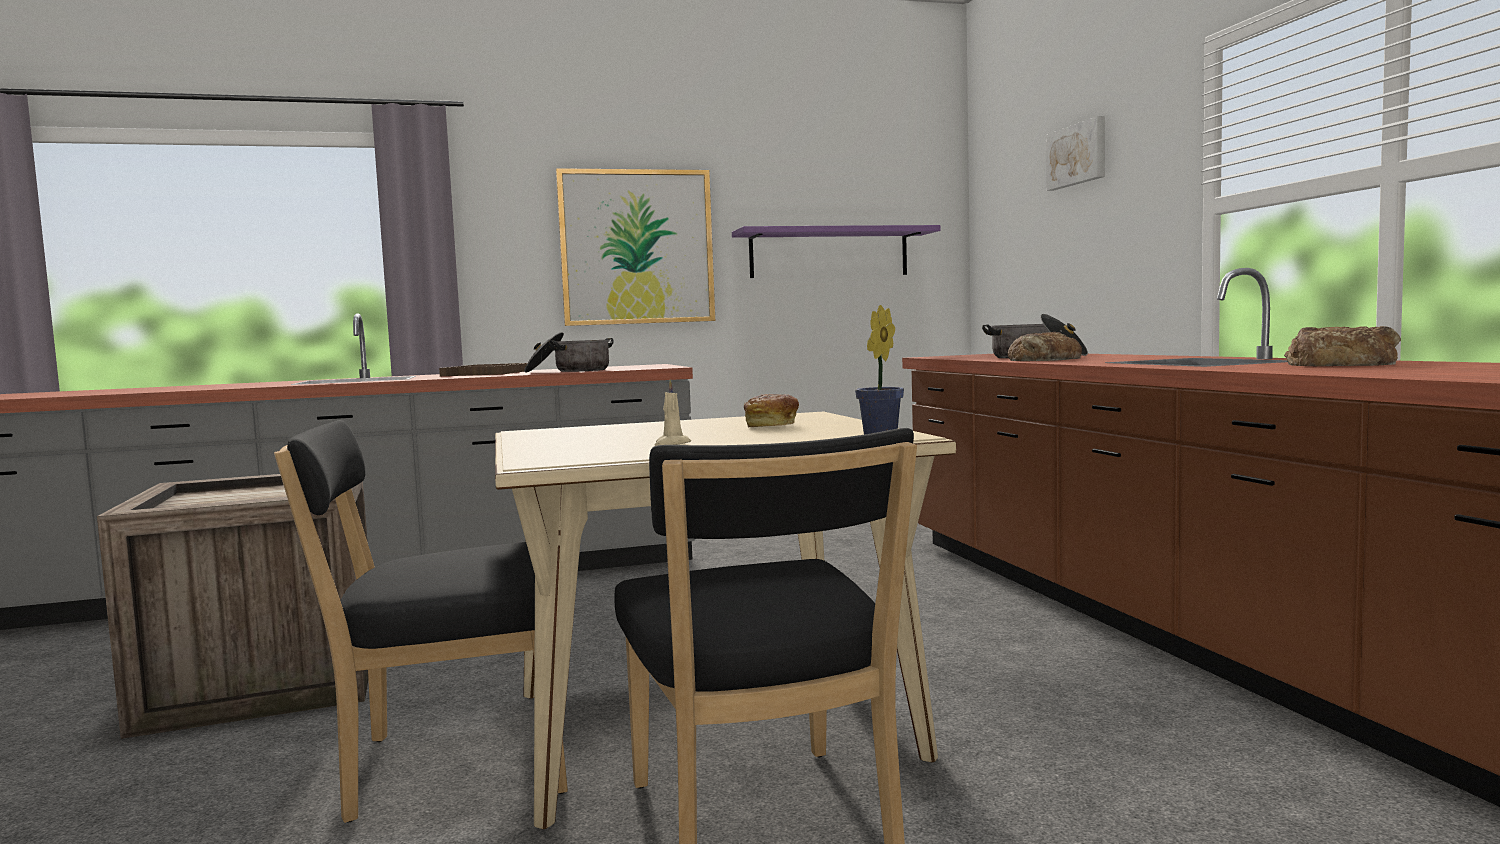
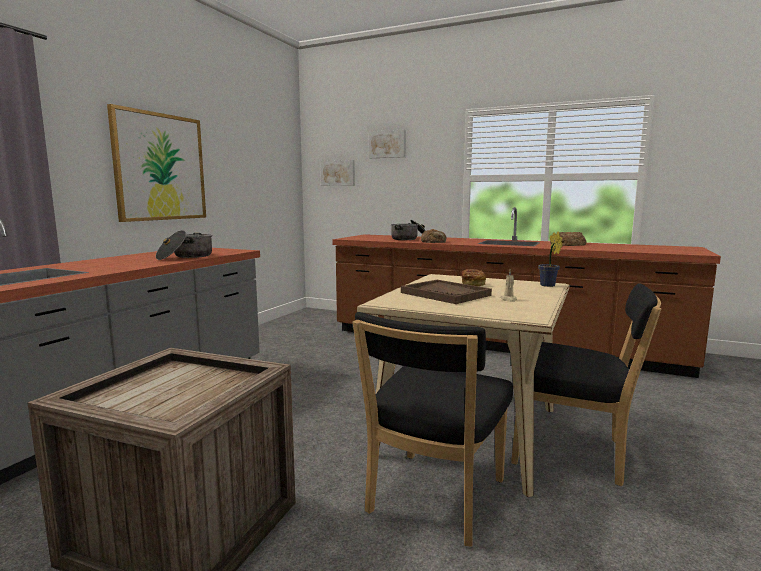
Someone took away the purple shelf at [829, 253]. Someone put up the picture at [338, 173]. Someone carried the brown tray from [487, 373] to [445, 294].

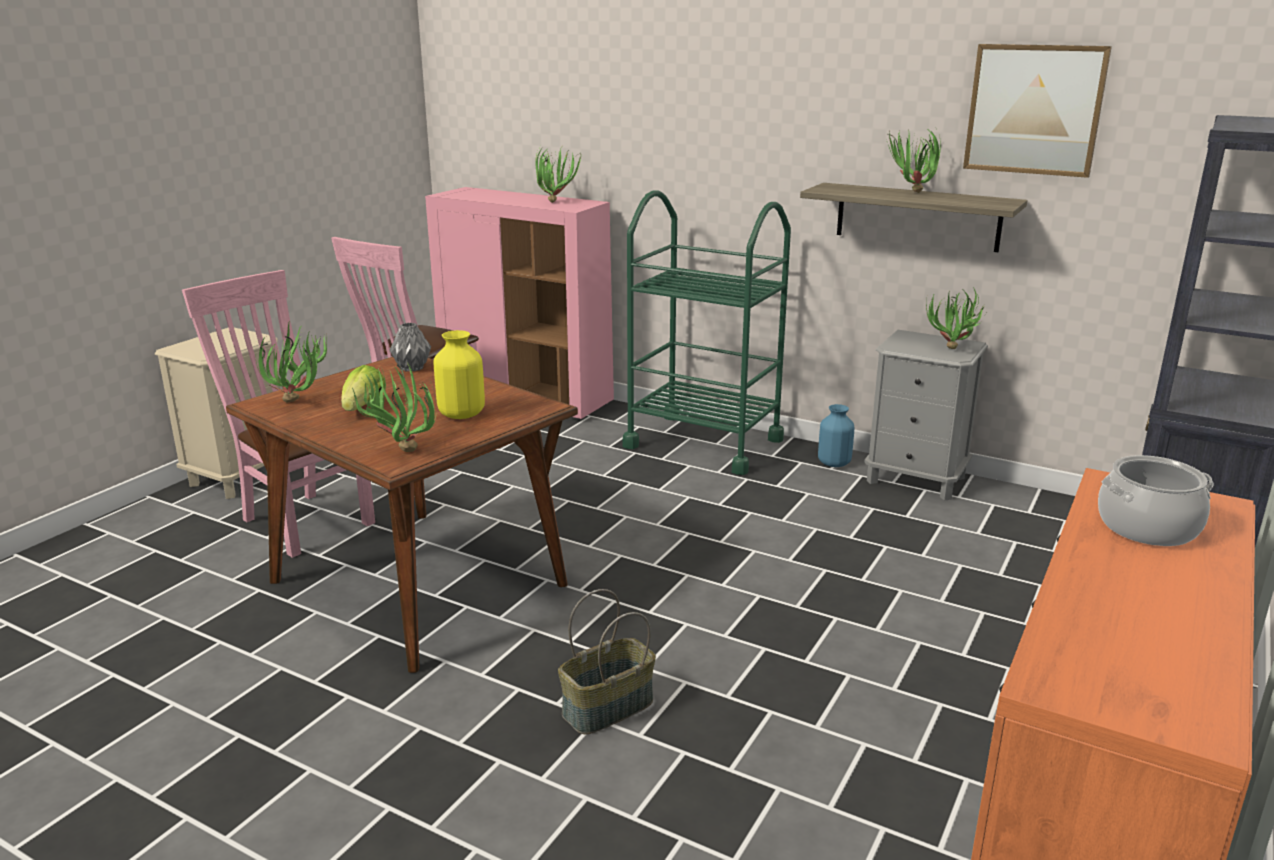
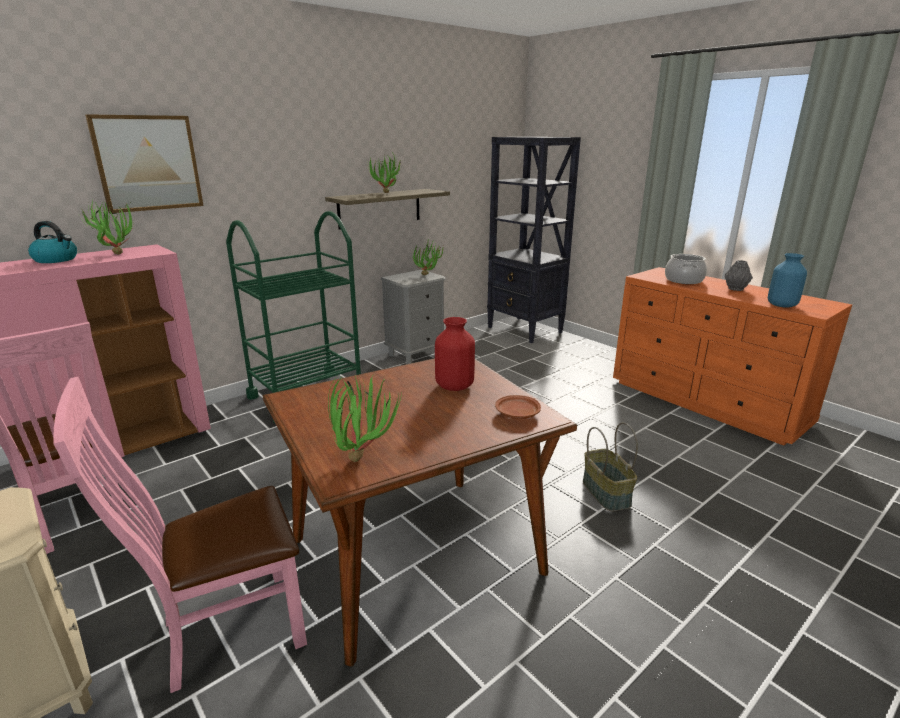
Someone took away the lettuce at [363, 407]. Someone put down the kettle at [56, 259]. Someone carried the grey vase from [412, 369] to [736, 289]. Someone carried the blue vase from [834, 463] to [781, 305]. Someone carried the picture from [1034, 109] to [148, 163]. Someone swapped the potted plant at [400, 450] for the brown plate at [517, 414]. Someone repainted the yellow vase at [462, 414], which became the red vase at [455, 386].

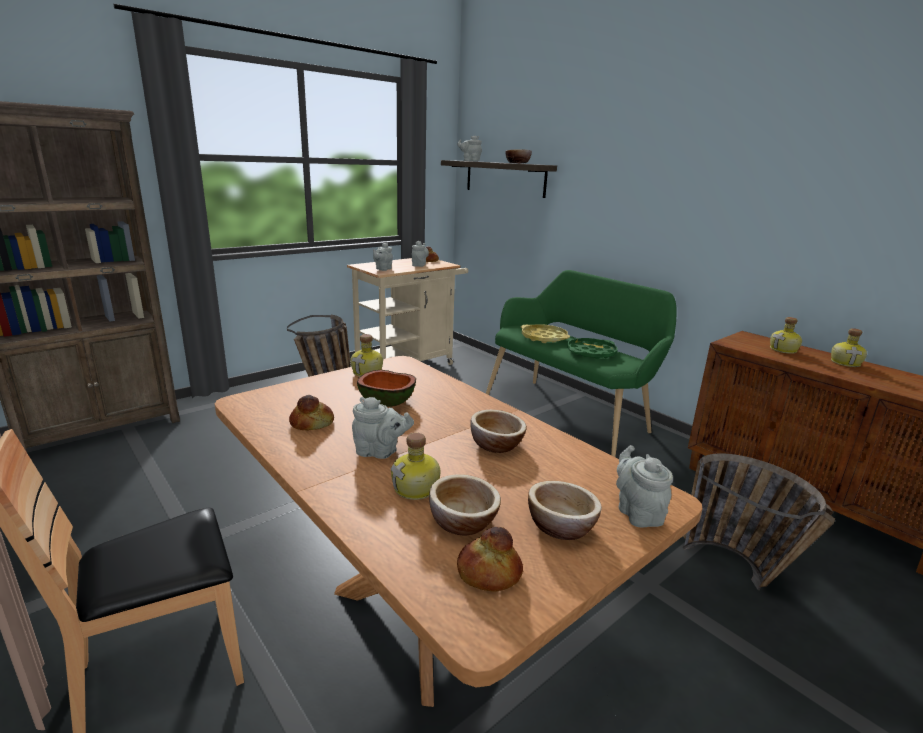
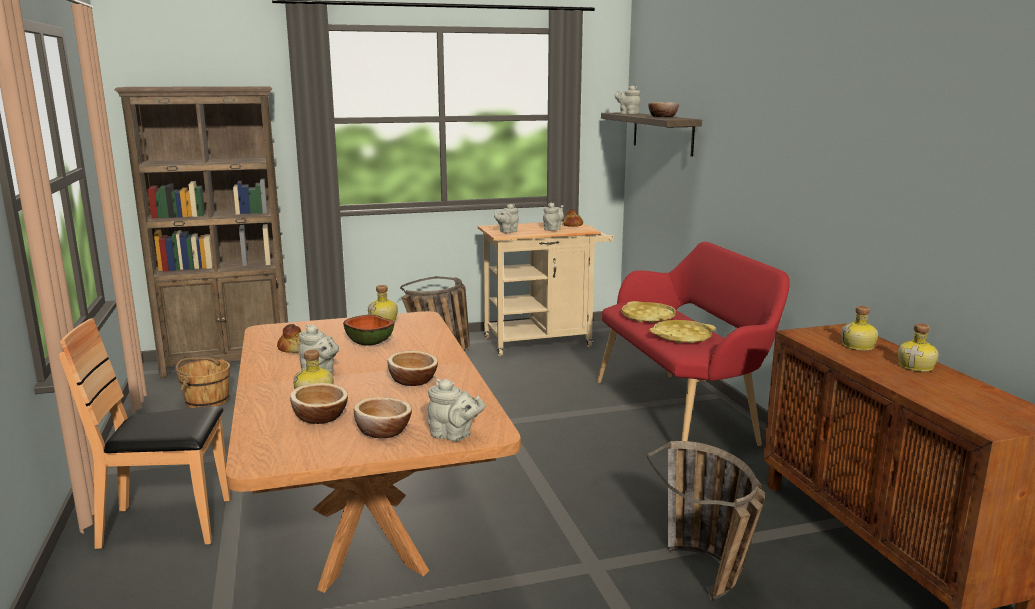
Someone took away the bread at [488, 573]. Someone put down the brown bucket at [206, 401]. Someone repainted the green bench at [570, 413], which became the red bench at [681, 412]. Someone repainted the green tray at [591, 352], which became the yellow tray at [682, 337]. Someone rotated the grey teapot at [637, 512] by 105 degrees clockwise.

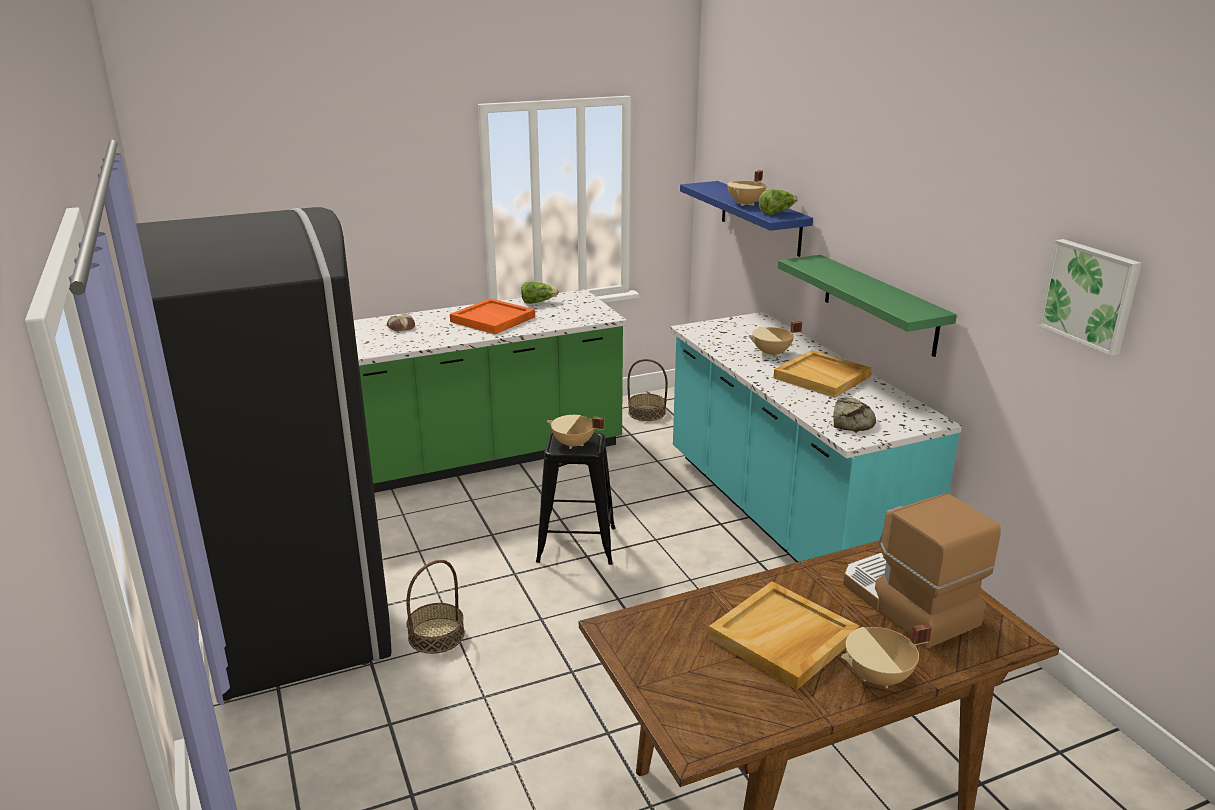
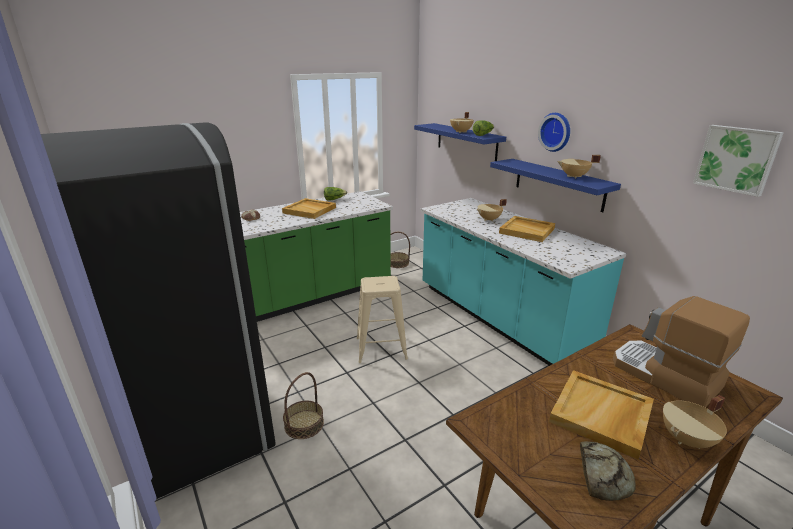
Someone put up the wall clock at [556, 132]. Someone carried the beige cooking pot from [573, 444] to [574, 176]. Someone carried the bread from [852, 421] to [602, 474]. Someone repainted the orange tray at [493, 319], which became the beige tray at [310, 210]. Someone repainted the black stool at [576, 544], which became the beige stool at [381, 348]. Someone repainted the green shelf at [879, 304], which became the blue shelf at [558, 184].

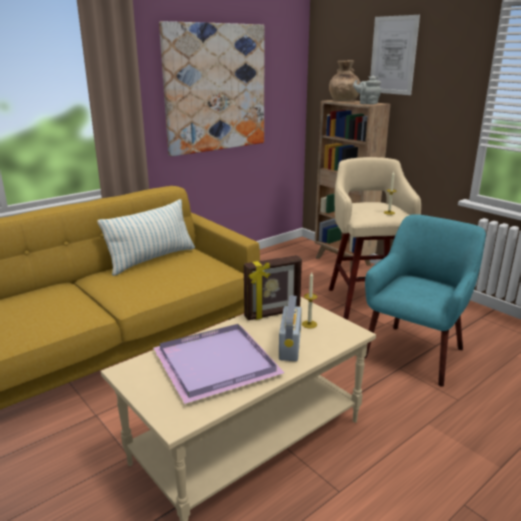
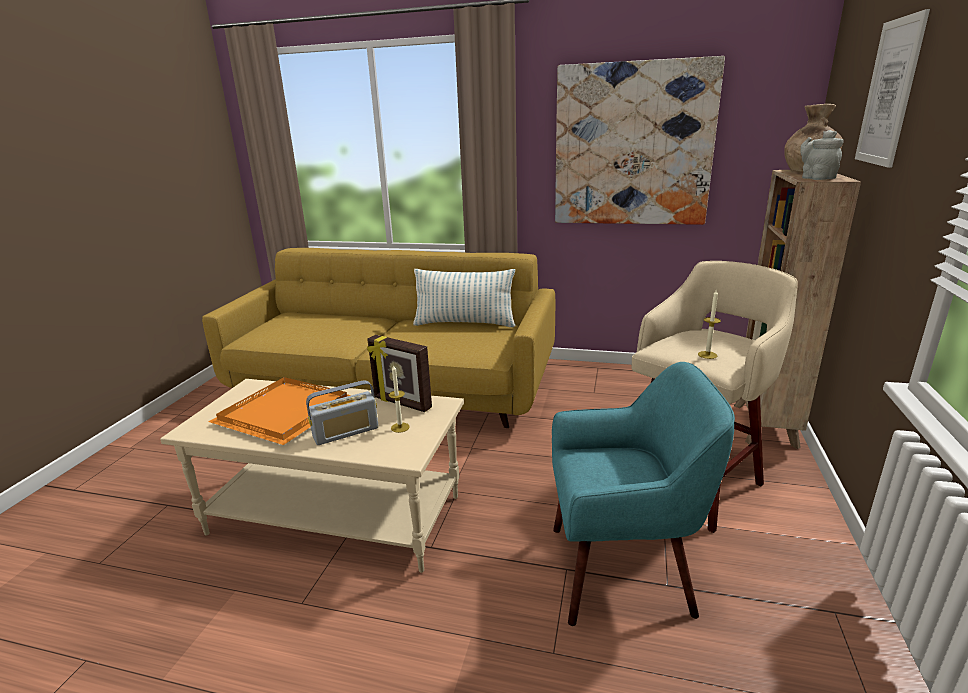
Someone repainted the purple tray at [213, 363], which became the orange tray at [285, 411].

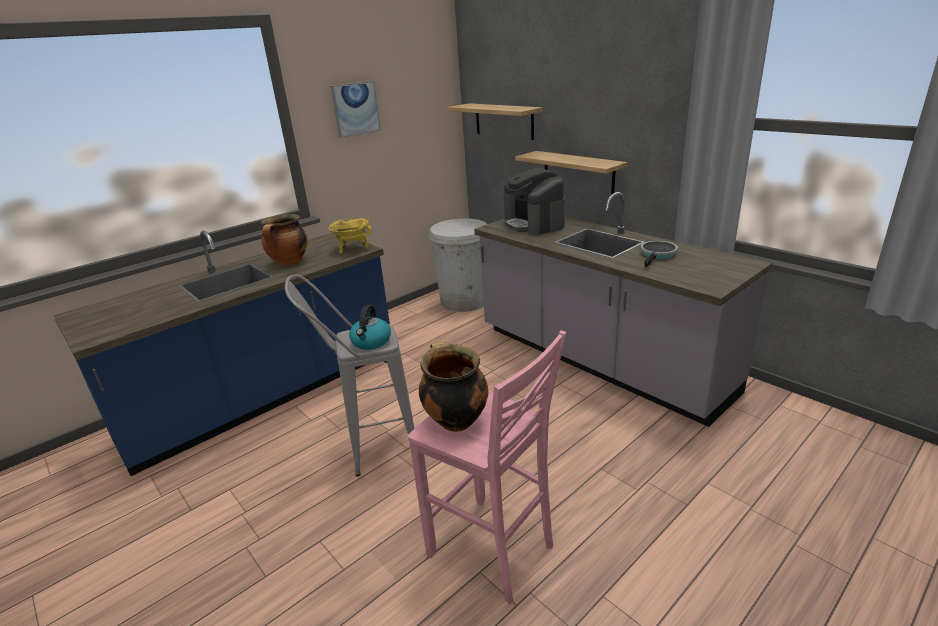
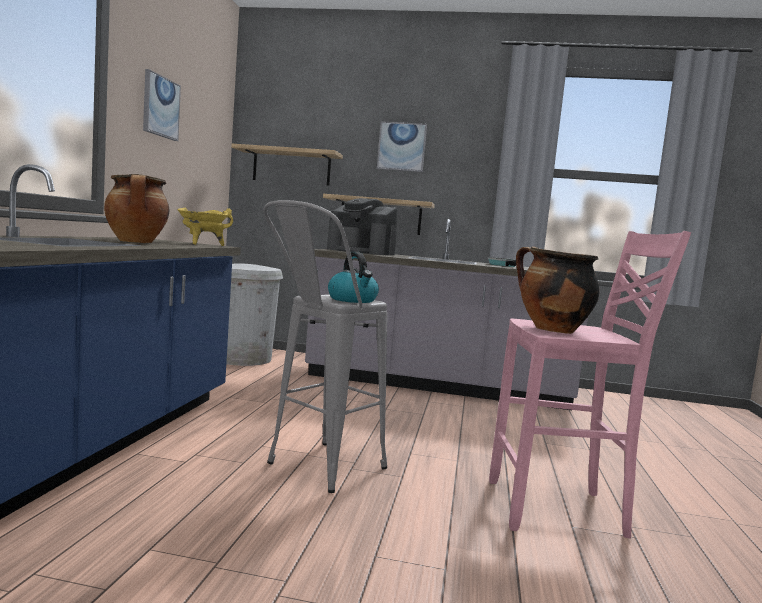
Someone put up the picture at [401, 147].

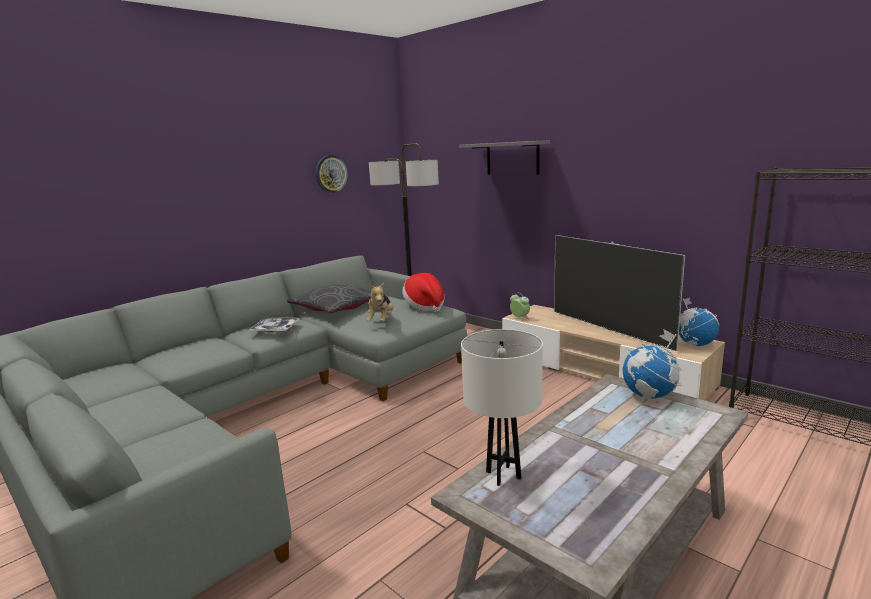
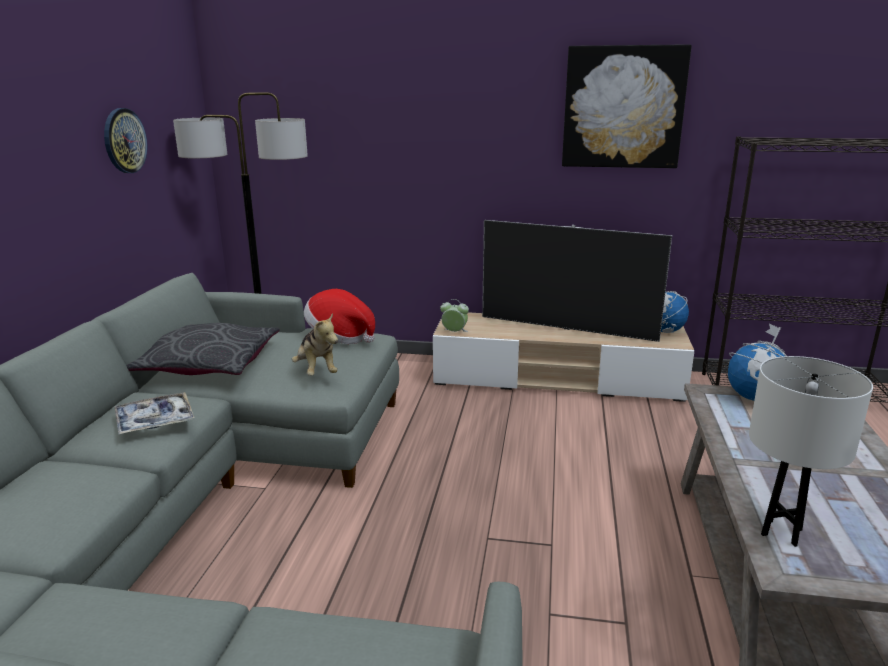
Someone took away the grey shelf at [512, 158]. Someone put up the picture at [623, 107].

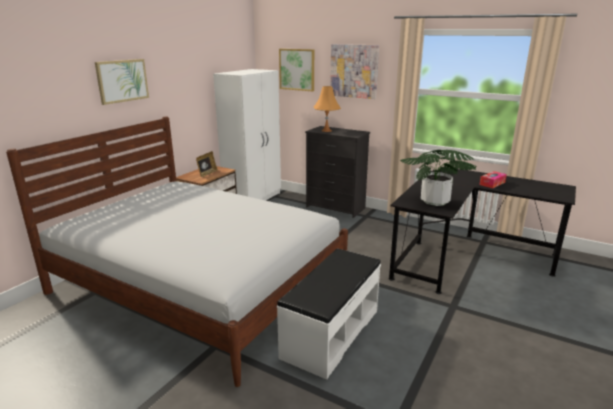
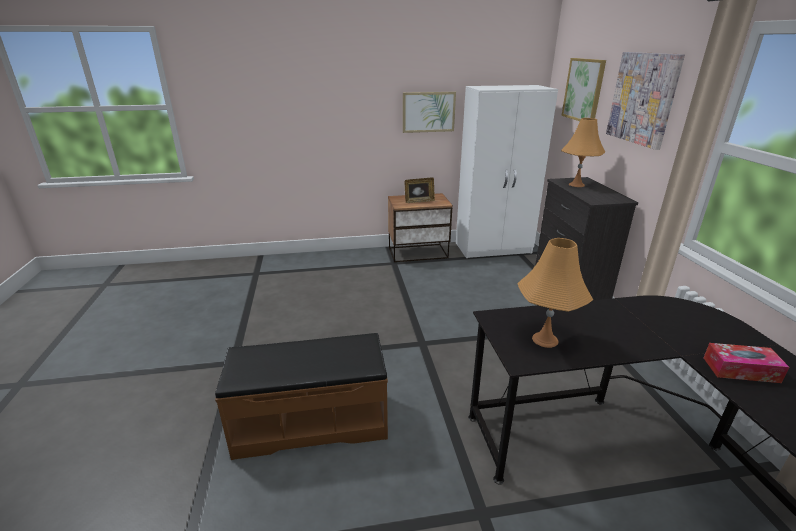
Someone took away the white bed at [200, 284]. Someone carried the picture from [122, 81] to [428, 112]. Someone swapped the potted plant at [434, 201] for the orange table lamp at [545, 339]. Someone repainted the white bench at [330, 333], which became the brown bench at [311, 422].

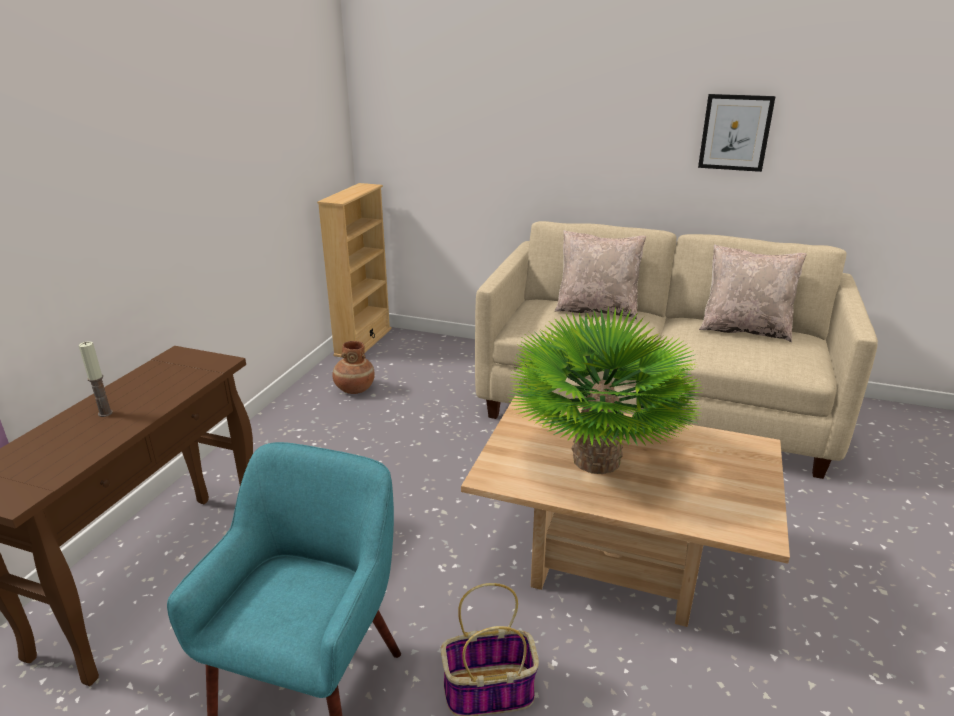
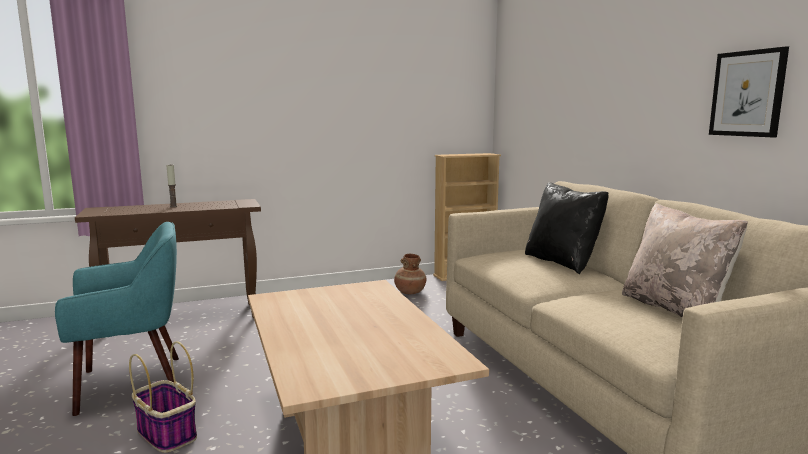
Someone took away the potted plant at [597, 459]. Someone repainted the beige pillow at [596, 310], which became the black pillow at [562, 262].

